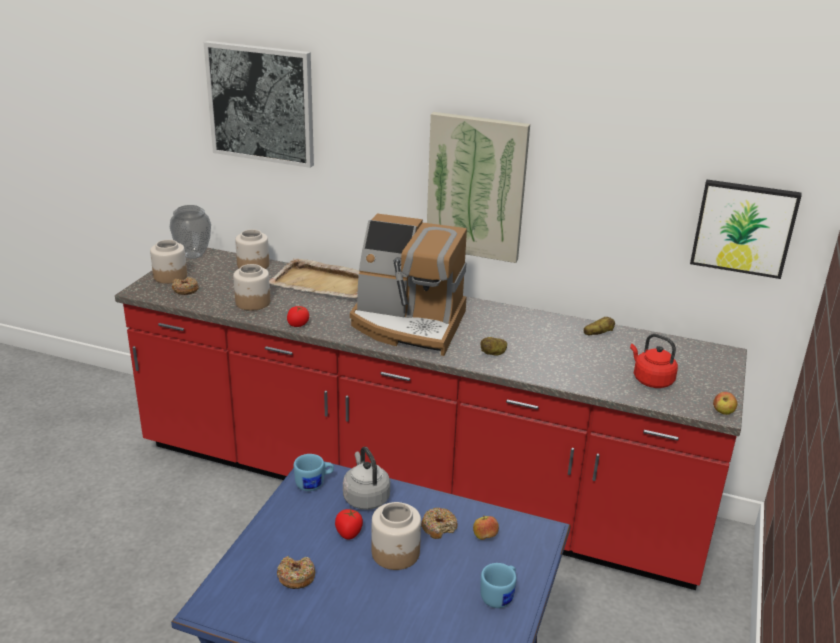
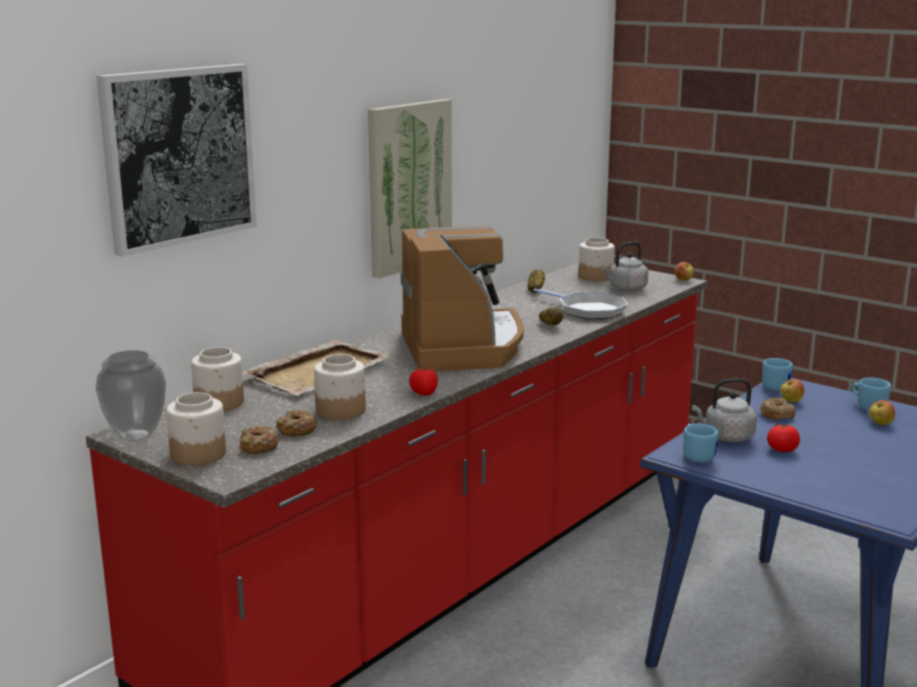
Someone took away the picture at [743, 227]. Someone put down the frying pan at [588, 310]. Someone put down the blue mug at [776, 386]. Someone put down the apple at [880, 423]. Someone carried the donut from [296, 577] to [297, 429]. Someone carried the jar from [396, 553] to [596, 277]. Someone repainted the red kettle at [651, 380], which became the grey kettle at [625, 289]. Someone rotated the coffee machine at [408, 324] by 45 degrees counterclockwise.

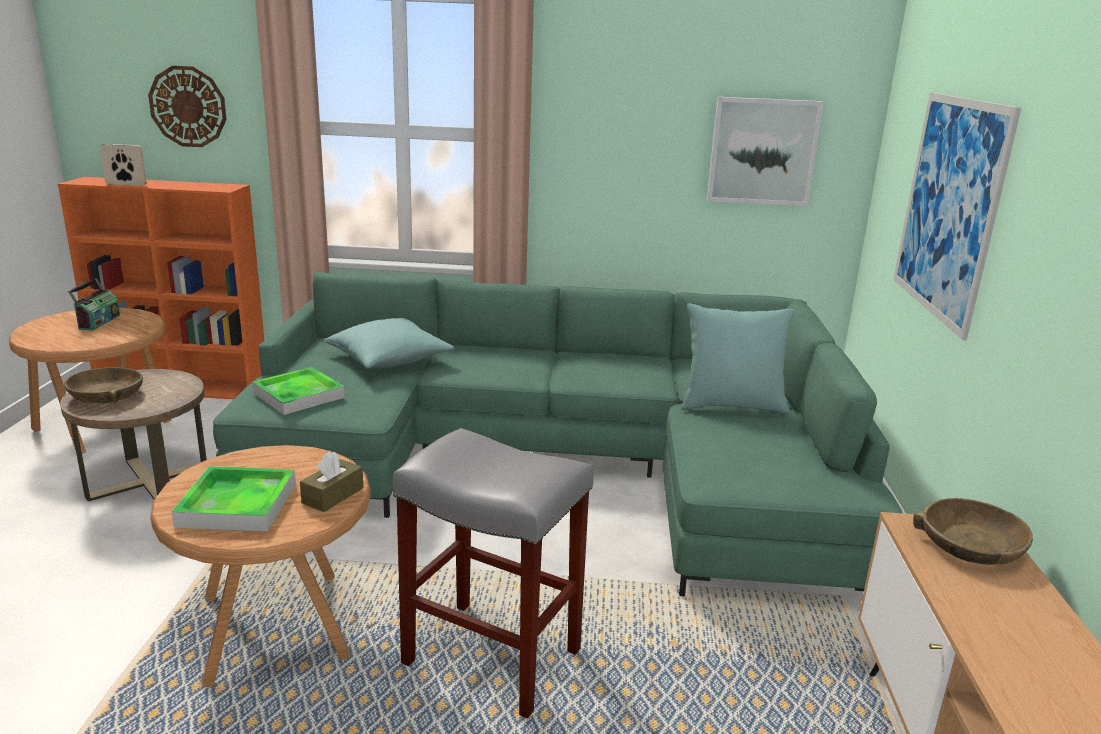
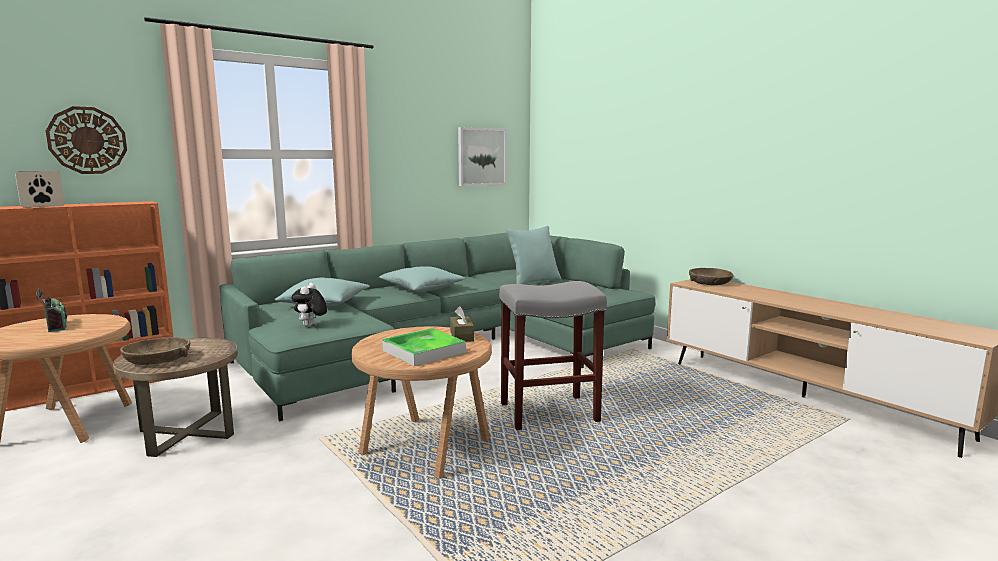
Someone took away the picture at [948, 207]. Someone put down the turquoise pillow at [422, 289]. Someone swapped the tray at [299, 395] for the plush toy at [310, 326].

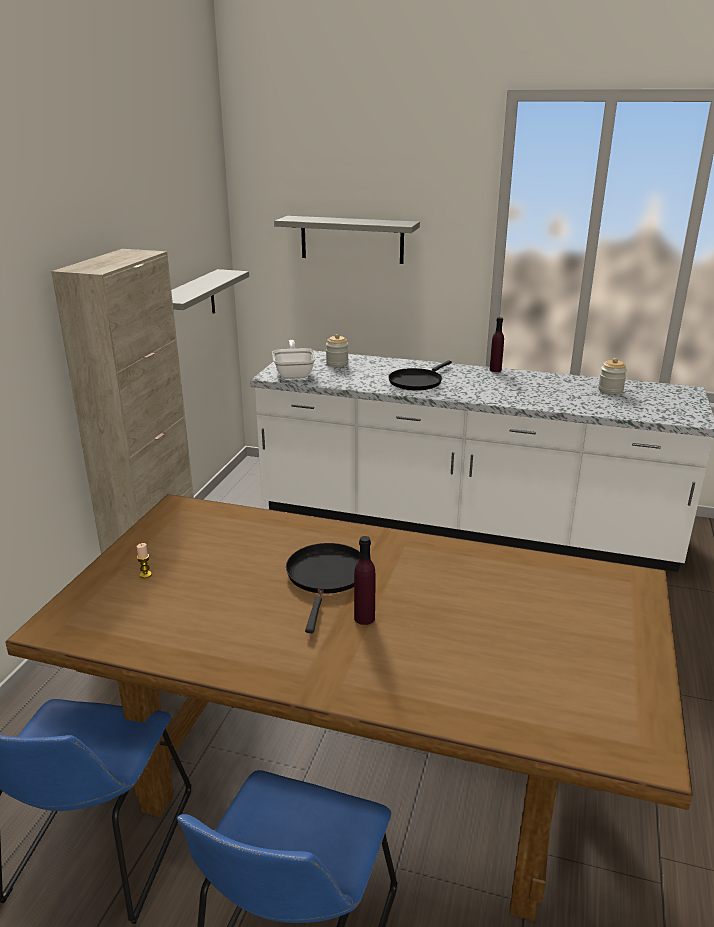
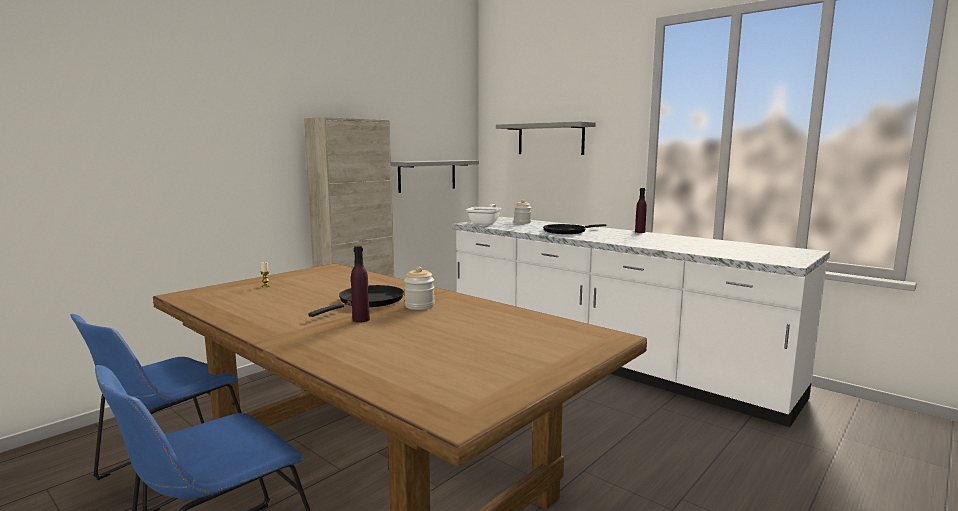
Someone carried the jar from [610, 390] to [419, 306].

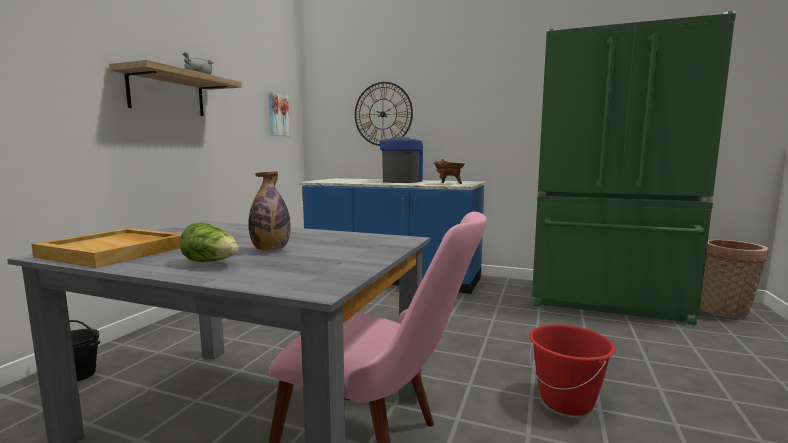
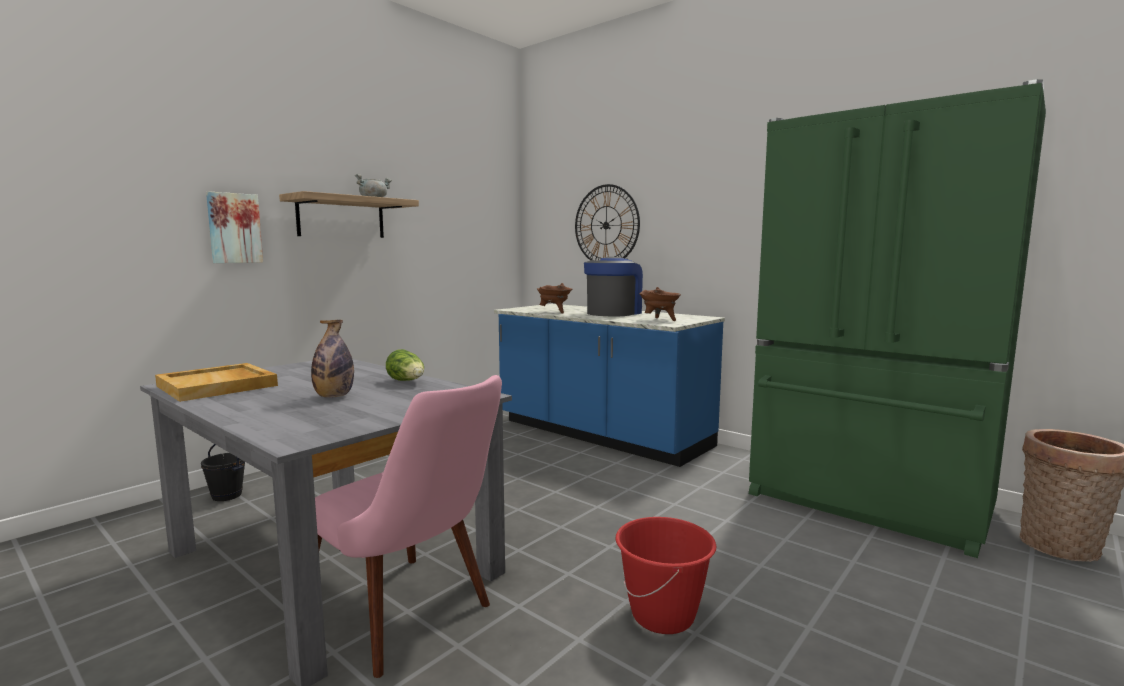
Someone put down the brown cooking pot at [555, 312]. Someone carried the lettuce from [212, 262] to [407, 381]. Someone carried the picture from [277, 115] to [234, 228].

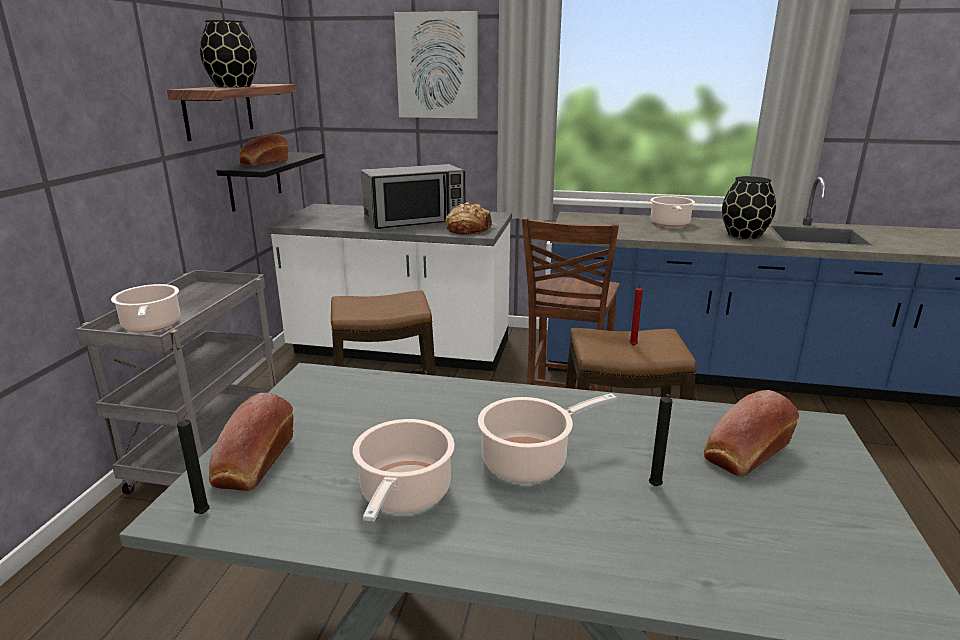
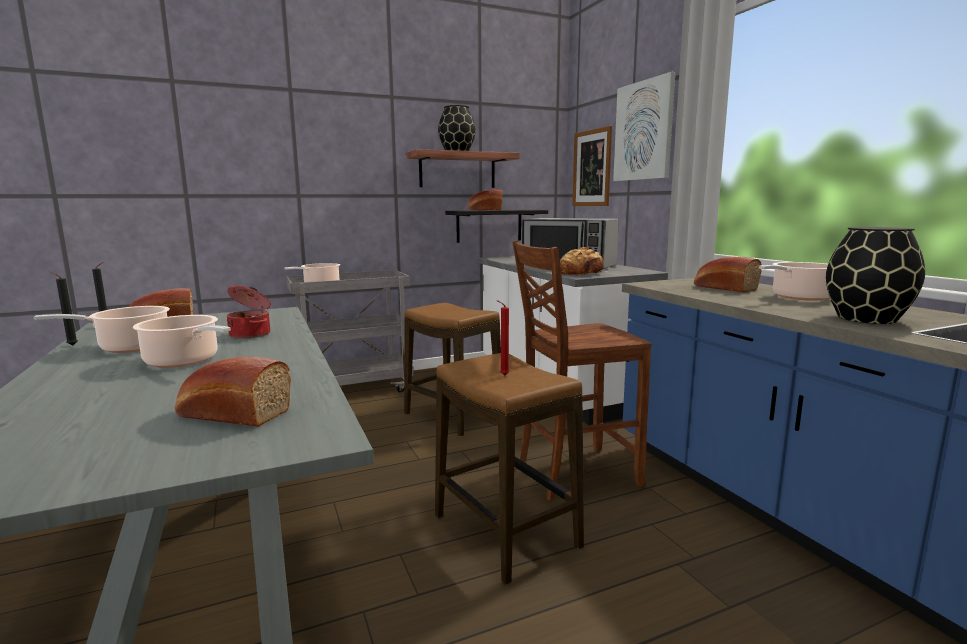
Someone put down the cooking pot at [251, 334]. Someone put up the picture at [592, 168]. Someone put down the bread at [723, 288]. Someone carried the black candle from [654, 487] to [71, 345].

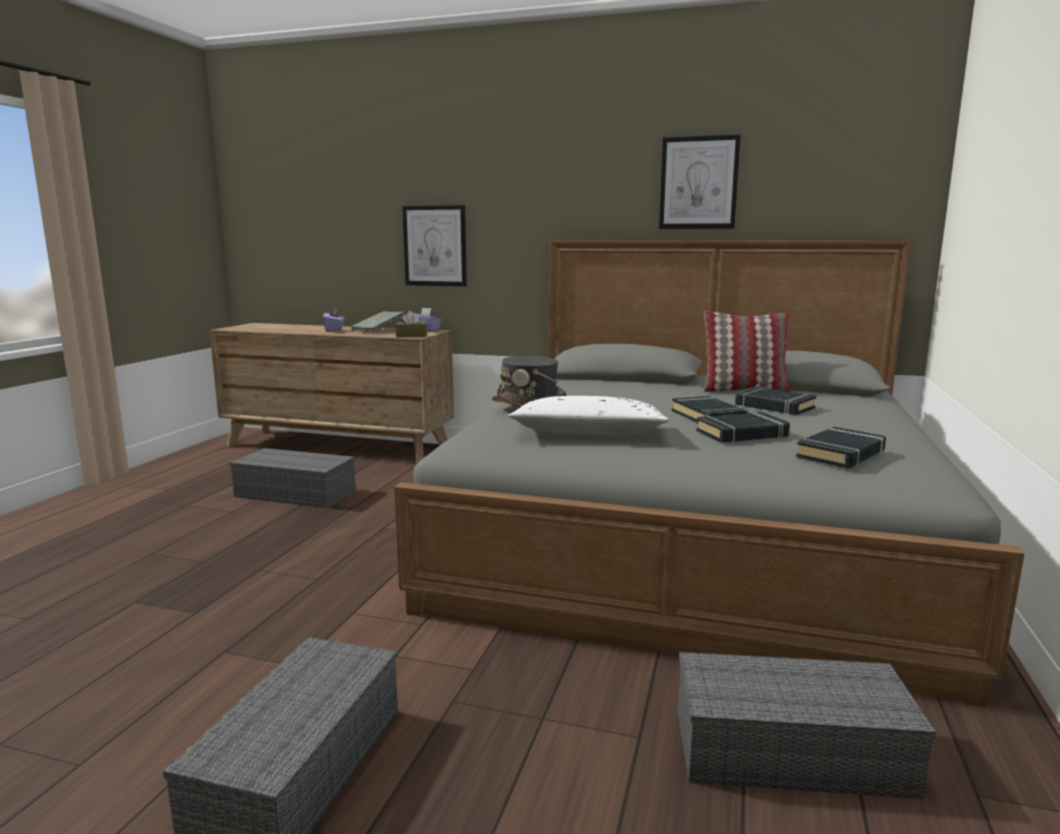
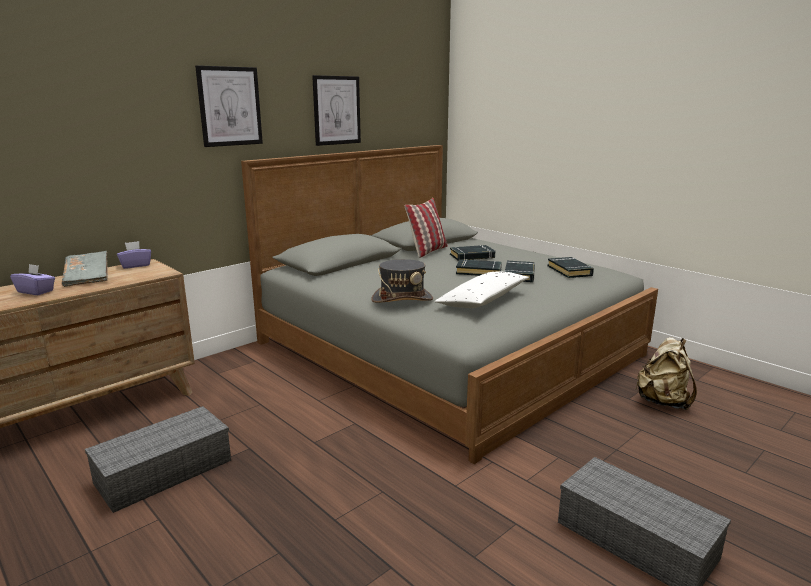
Someone took away the brown tissue box at [411, 336]. Someone carried the picture from [435, 246] to [230, 106]. Someone swapped the grey storage box at [787, 752] for the beige backpack at [663, 402].

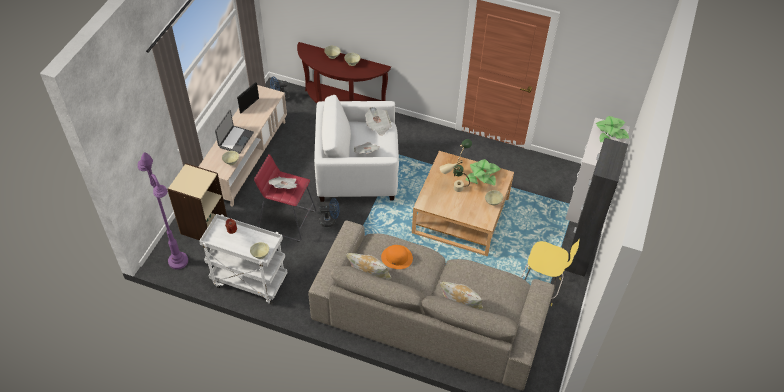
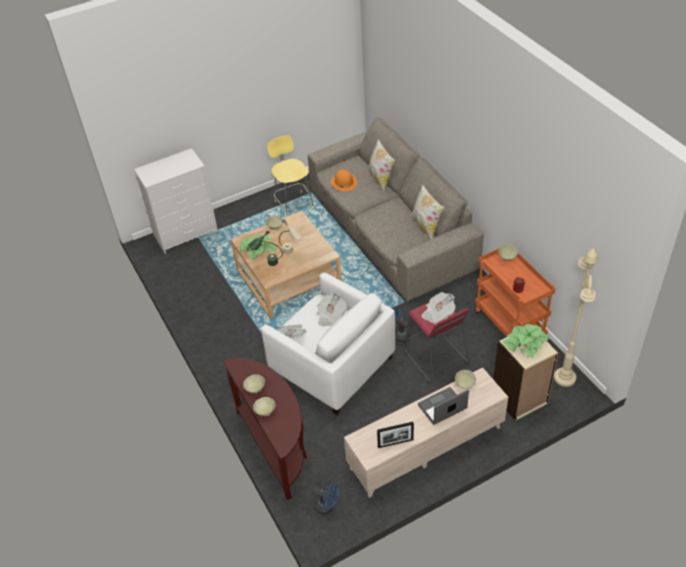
Someone took away the black cabinet at [579, 255]. Someone carried the orange hat from [397, 257] to [344, 182]. Someone carried the potted plant from [611, 133] to [525, 343]. Someone repainted the purple floor lamp at [178, 261], which became the beige floor lamp at [565, 378]. Someone repainted the white cart at [248, 281], which became the orange cart at [510, 325].

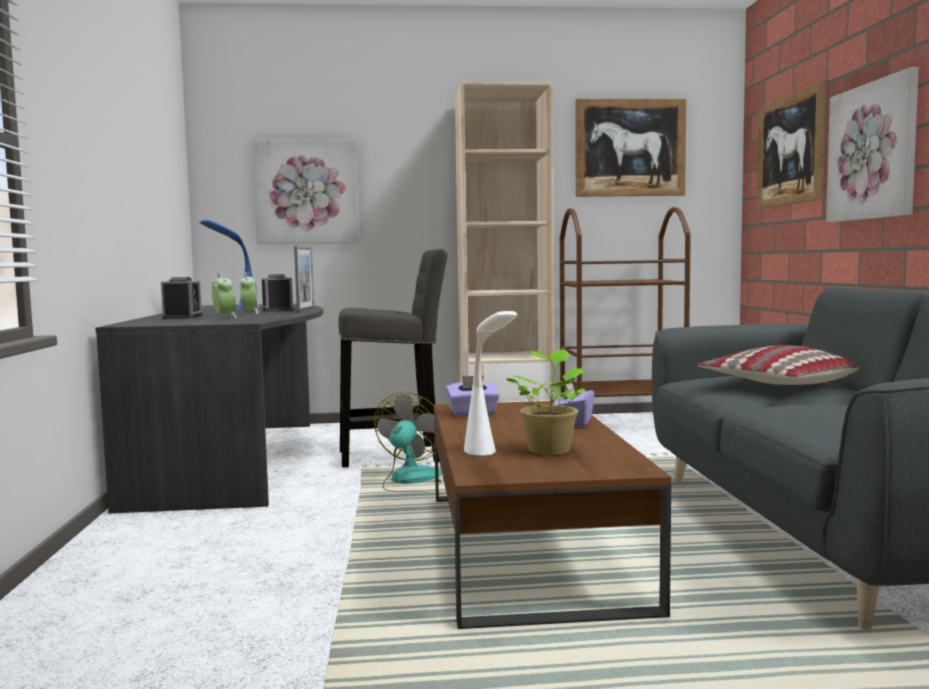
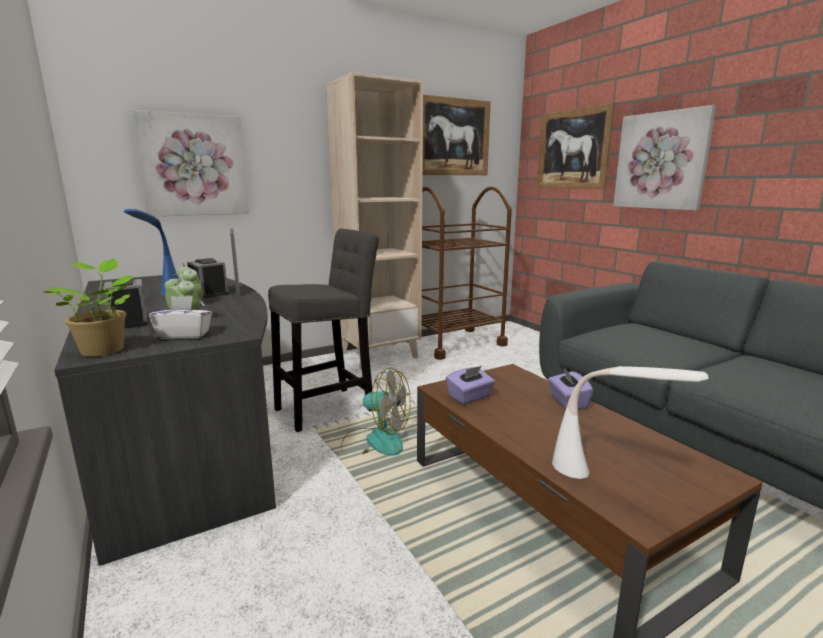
Someone took away the pillow at [778, 384]. Someone put down the white tissue box at [184, 335]. Someone carried the potted plant from [549, 449] to [104, 350]. Someone rotated the fan at [411, 482] by 120 degrees clockwise.

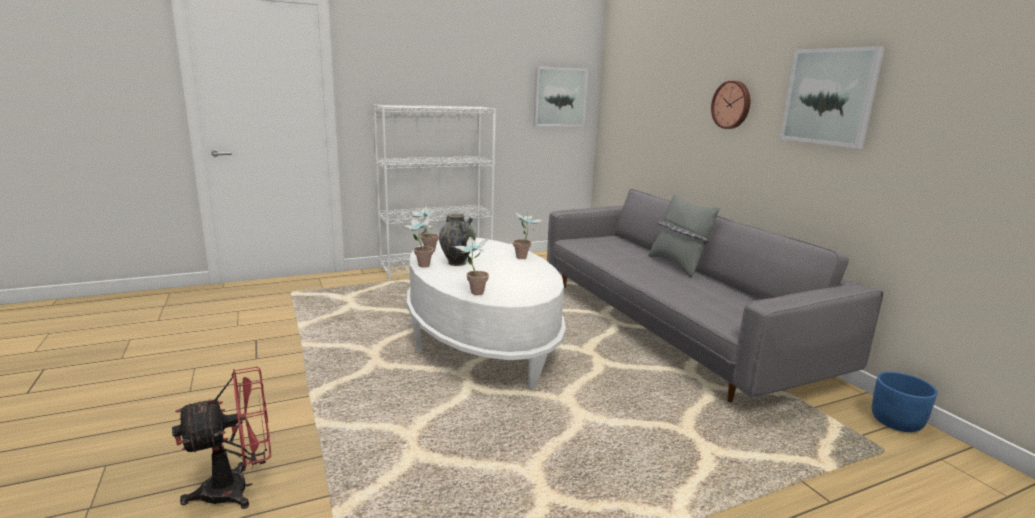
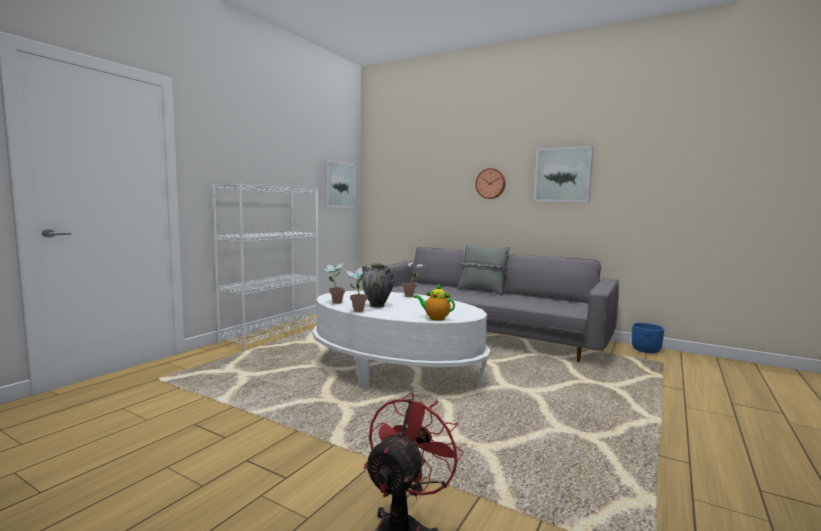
Someone swapped the potted plant at [472, 293] for the teapot at [435, 318].

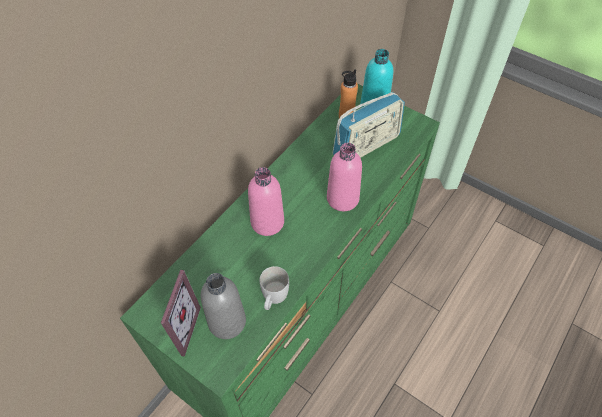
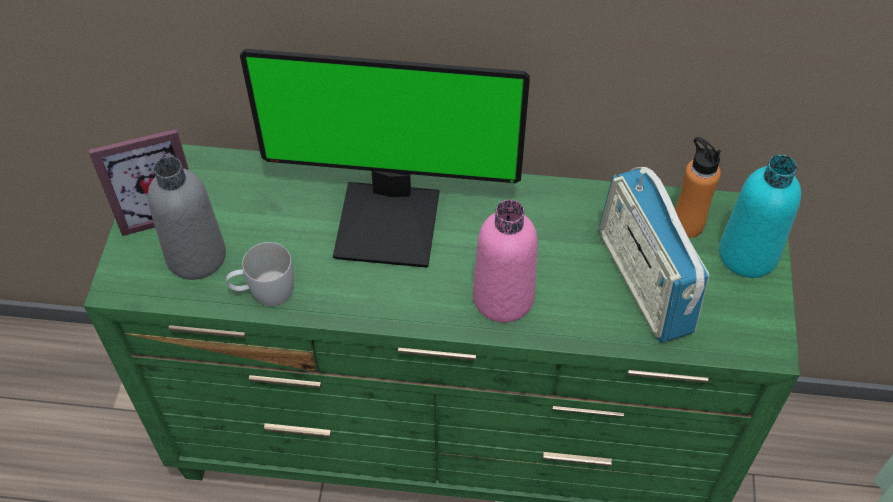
Someone swapped the pink bottle at [267, 222] for the monitor at [390, 221]. Someone rotated the radio at [366, 146] by 45 degrees clockwise.

